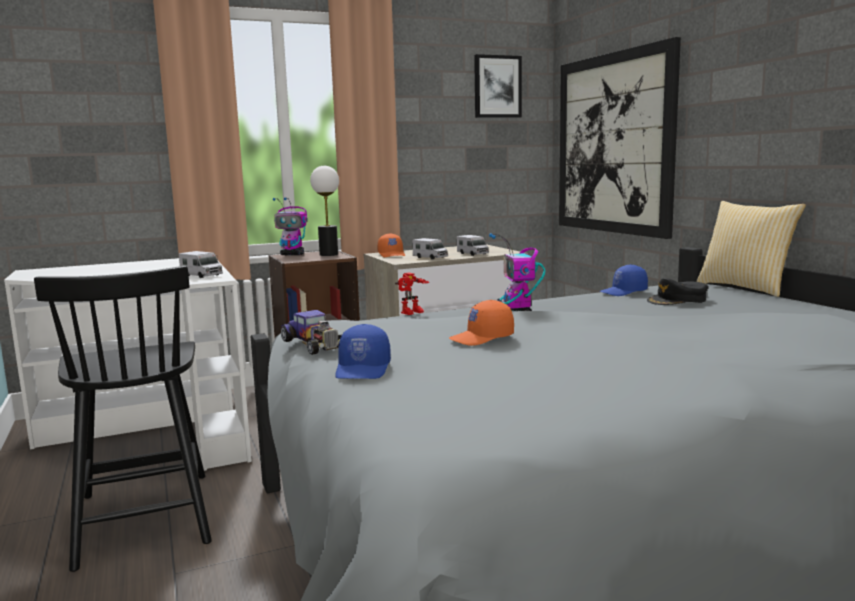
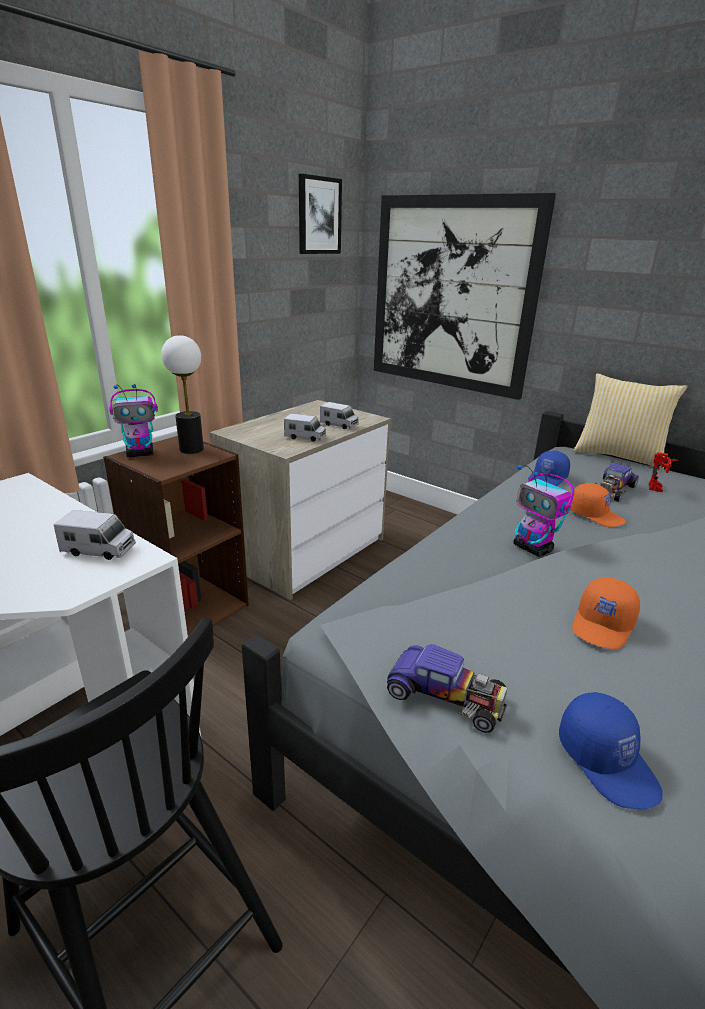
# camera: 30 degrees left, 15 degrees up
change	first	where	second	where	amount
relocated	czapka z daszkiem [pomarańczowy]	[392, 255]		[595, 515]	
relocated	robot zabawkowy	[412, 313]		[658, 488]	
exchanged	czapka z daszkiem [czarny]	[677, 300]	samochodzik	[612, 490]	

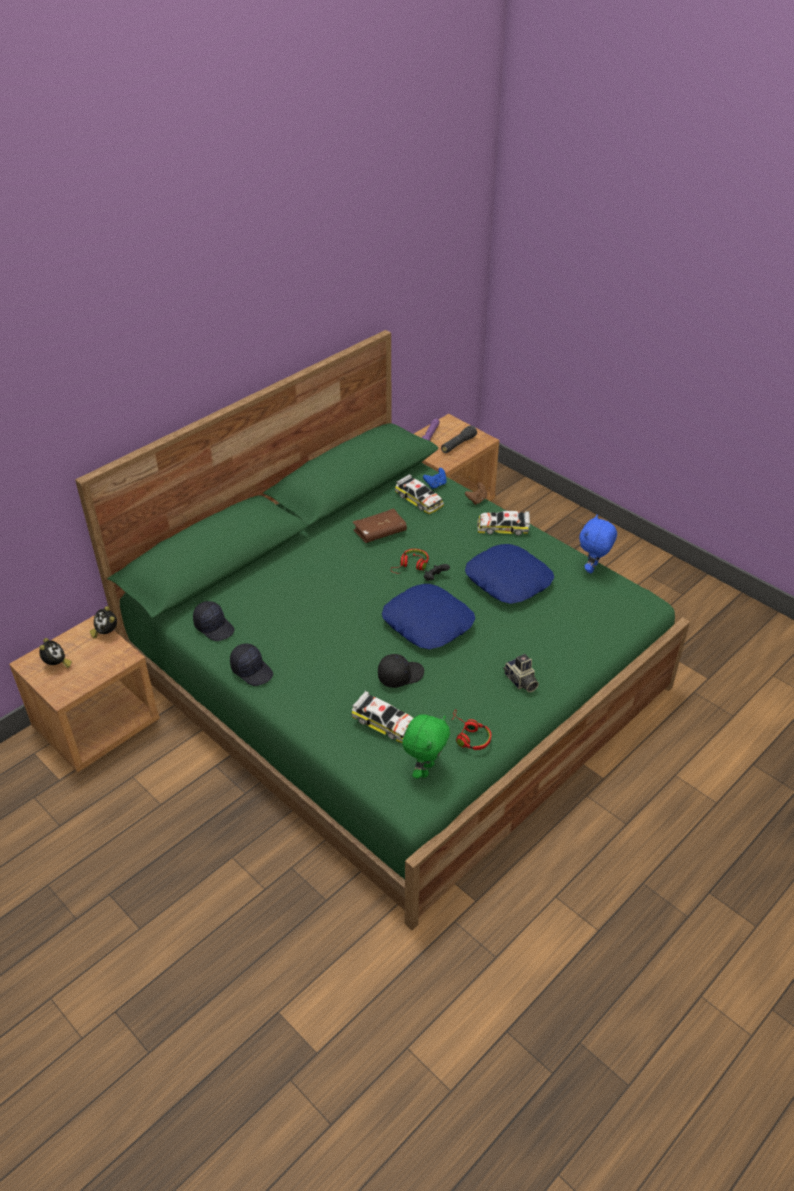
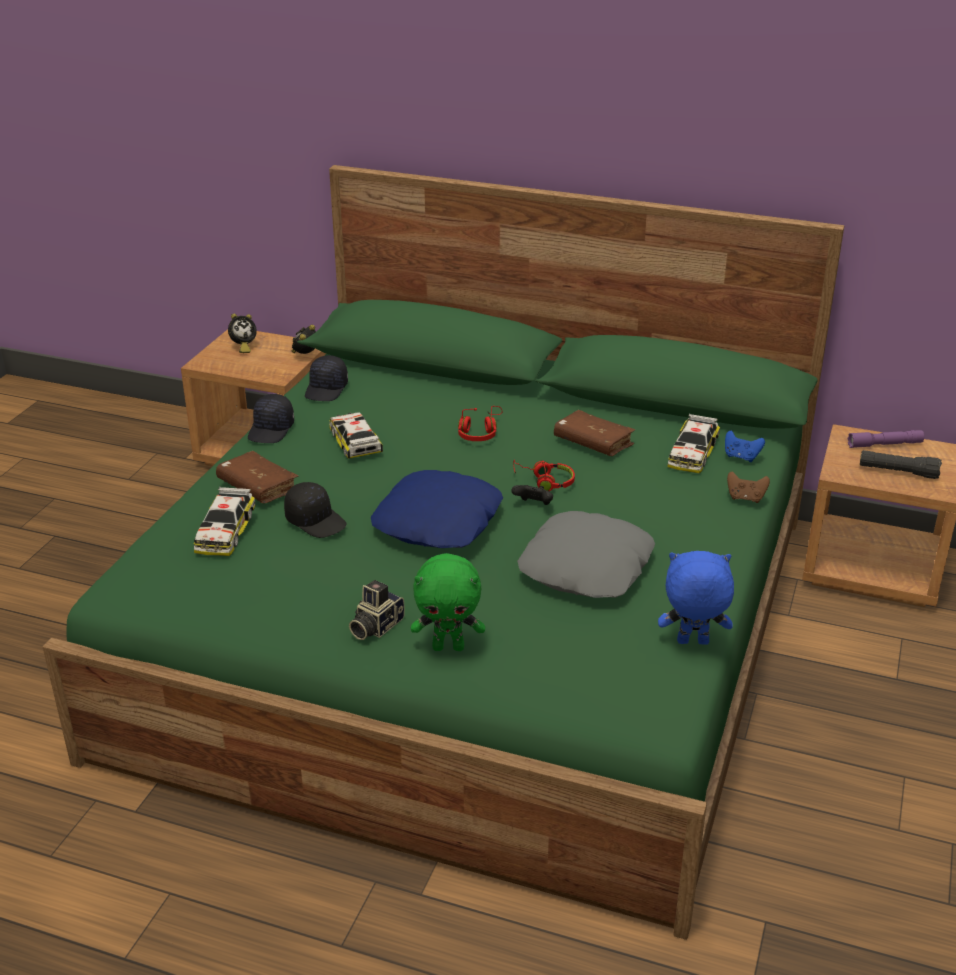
# camera: 65 degrees right, 10 degrees down
change	first	where	second	where	amount
appeared			książka [brązowy]	[258, 487]	
relocated	pluszak [zielony]	[425, 769]		[449, 647]	
relocated	słuchawki [czerwony]	[468, 736]		[480, 432]	
relocated	samochodzik	[503, 527]		[355, 442]	
colour	poduszka [niebieski]	[508, 580]	poduszka [szary]	[587, 567]	

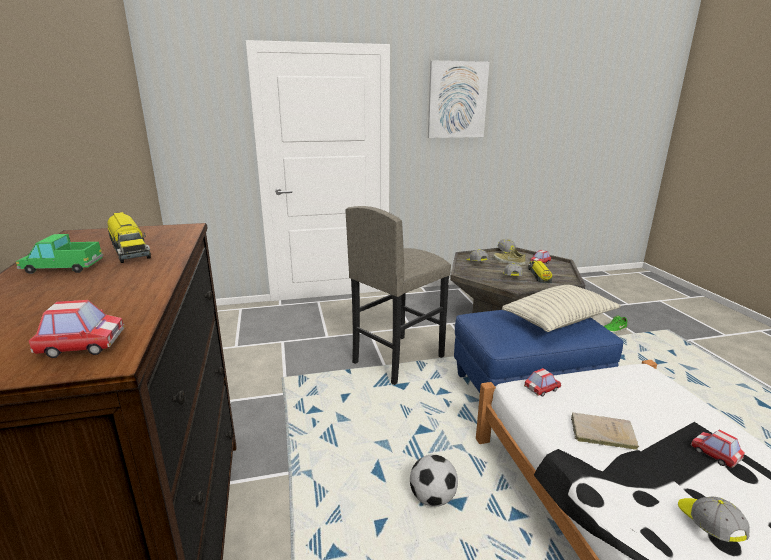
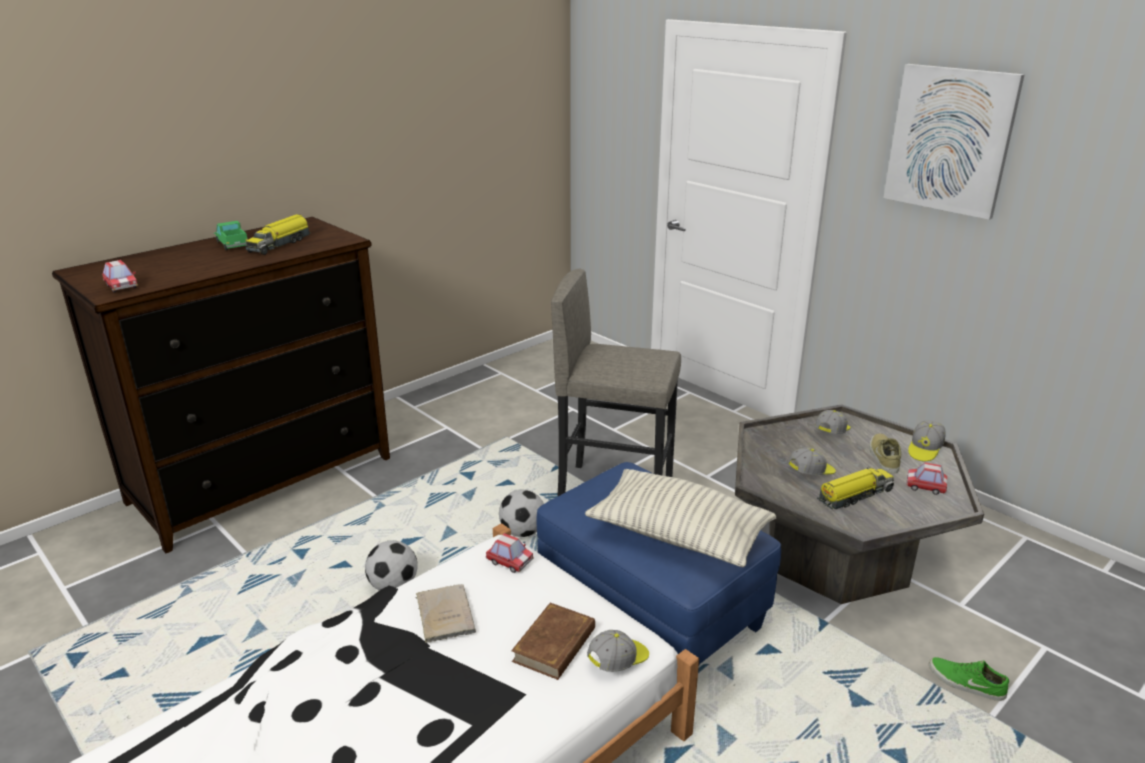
# camera: 60 degrees right, 5 degrees up
change	first	where	second	where	amount
missing	samochodzik	[715, 455]			
appeared			piłka futbolowa	[522, 532]	
appeared			książka [brązowy]	[555, 645]	
relocated	czapka z daszkiem	[708, 525]		[619, 661]	

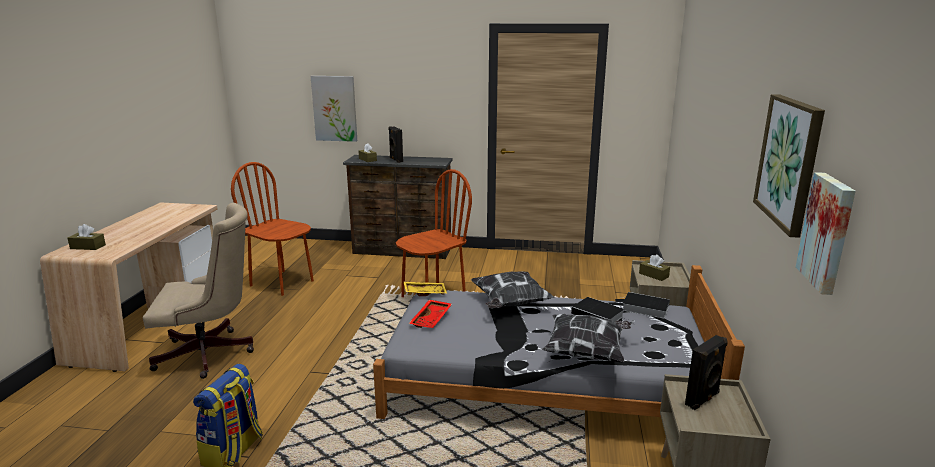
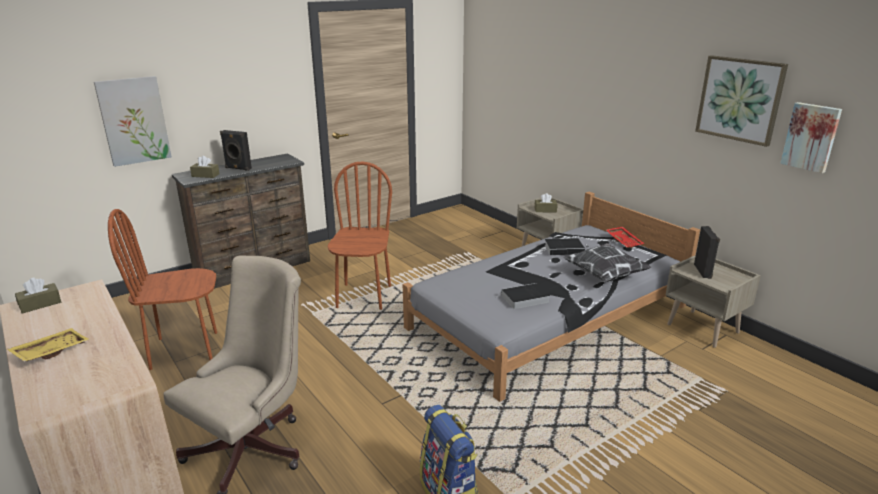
# camera: 45 degrees left, 5 degrees up
change	first	where	second	where	amount
missing	poduszka	[510, 304]			
relocated	pudełko chusteczek [brązowy]	[88, 247]		[40, 304]	
relocated	taca [żółty]	[425, 292]		[51, 351]	
relocated	taca [czerwony]	[432, 319]		[624, 241]	
relocated	książka	[643, 308]		[524, 299]	

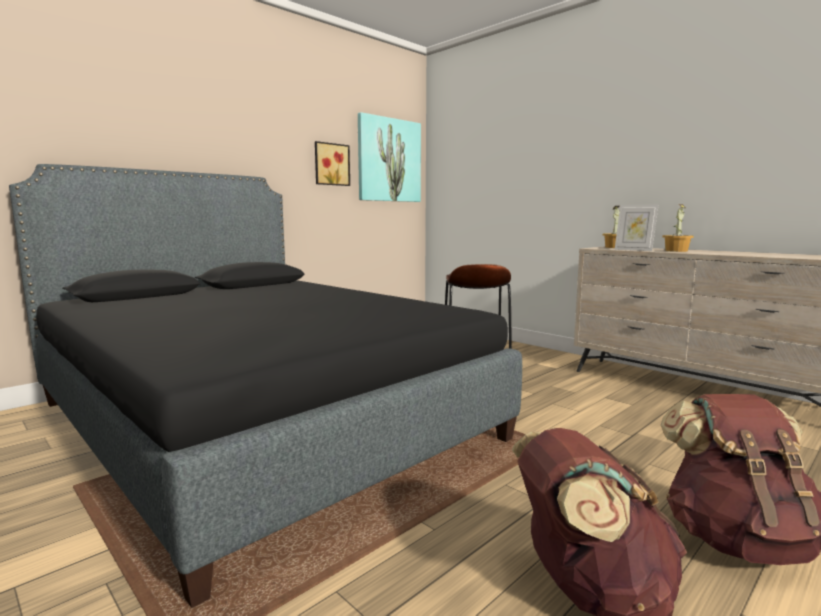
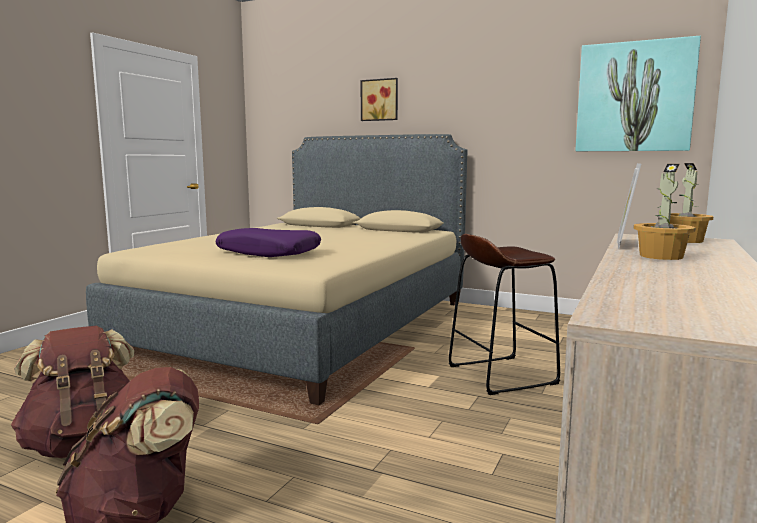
# camera: 70 degrees right, 0 degrees up
change	first	where	second	where	amount
appeared			poduszka [fioletowy]	[269, 253]	
relocated	obraz	[331, 164]		[380, 100]	
colour	łóżko [czarny]	[257, 420]	łóżko [beżowy]	[307, 326]	

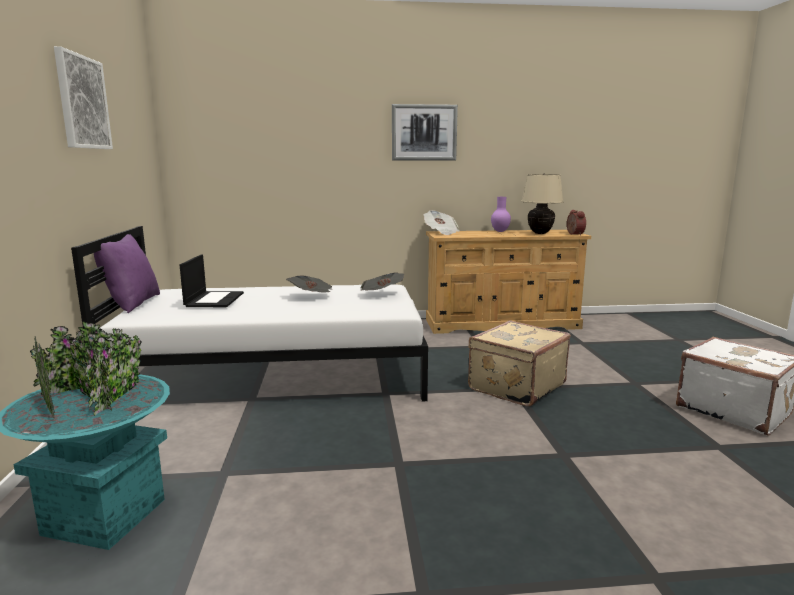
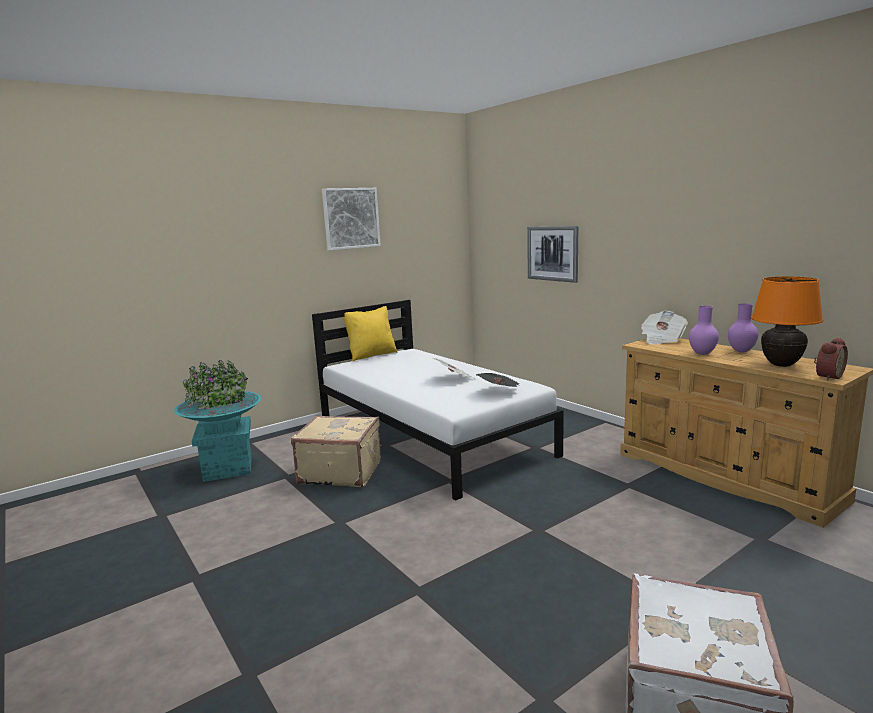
# camera: 60 degrees right, 0 degrees up
change	first	where	second	where	amount
missing	laptop	[214, 299]			
appeared			wazon [fioletowy]	[702, 353]	
relocated	obraz	[424, 132]		[552, 253]	
relocated	walizka [beżowy]	[515, 386]		[341, 472]	
colour	poduszka [fioletowy]	[131, 304]	poduszka [żółty]	[371, 355]	
colour	lampa stołowa [beżowy]	[540, 233]	lampa stołowa [pomarańczowy]	[781, 364]	

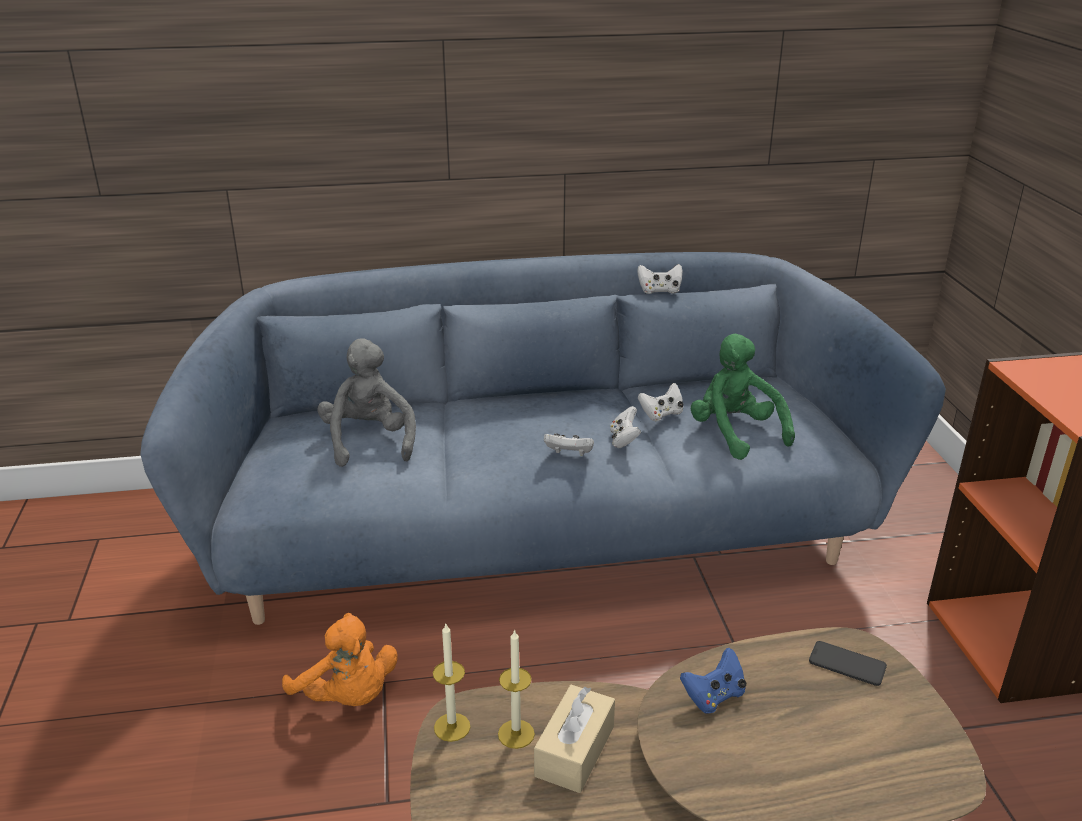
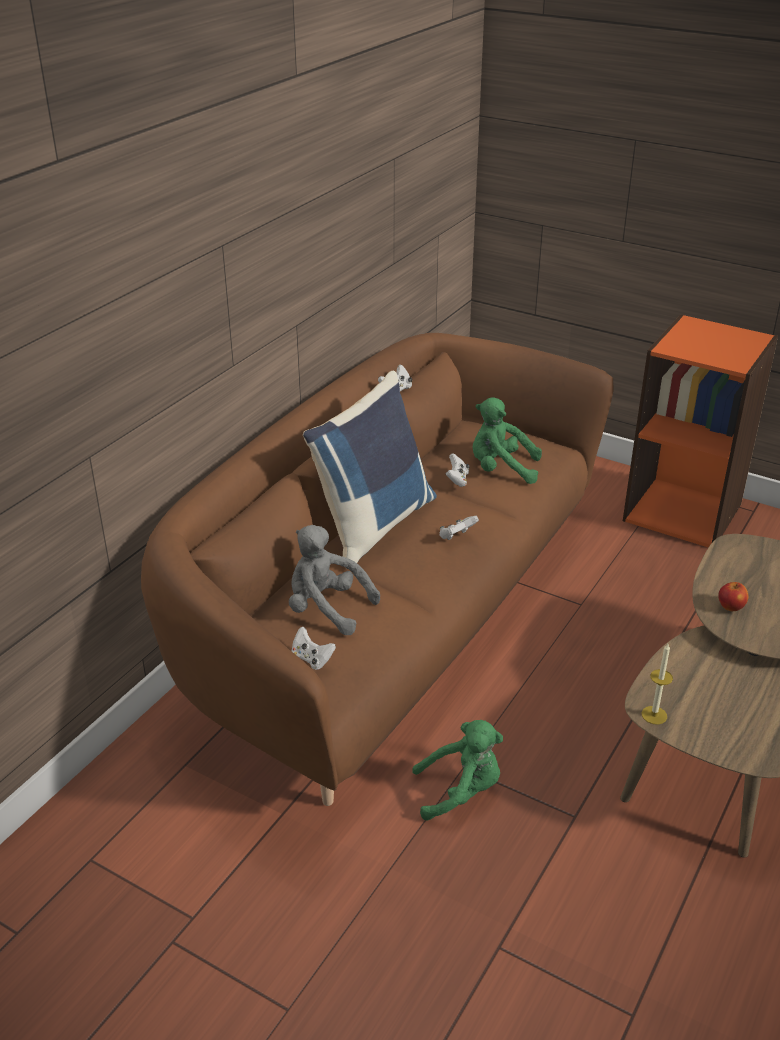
# camera: 50 degrees left, 5 degrees up
change	first	where	second	where	amount
missing	świeca	[516, 734]			
missing	pudełko chusteczek [beżowy]	[575, 751]			
missing	telefon	[847, 664]			
appeared			poduszka [niebieski]	[373, 524]	
relocated	pad do gier [biały]	[624, 440]		[312, 659]	
exchanged	pad do gier [niebieski]	[714, 696]	jabłko	[730, 607]	
colour	kanapa [niebieski]	[541, 534]	kanapa [brązowy]	[392, 619]	
colour	pluszak [pomarańczowy]	[348, 697]	pluszak [zielony]	[461, 791]	

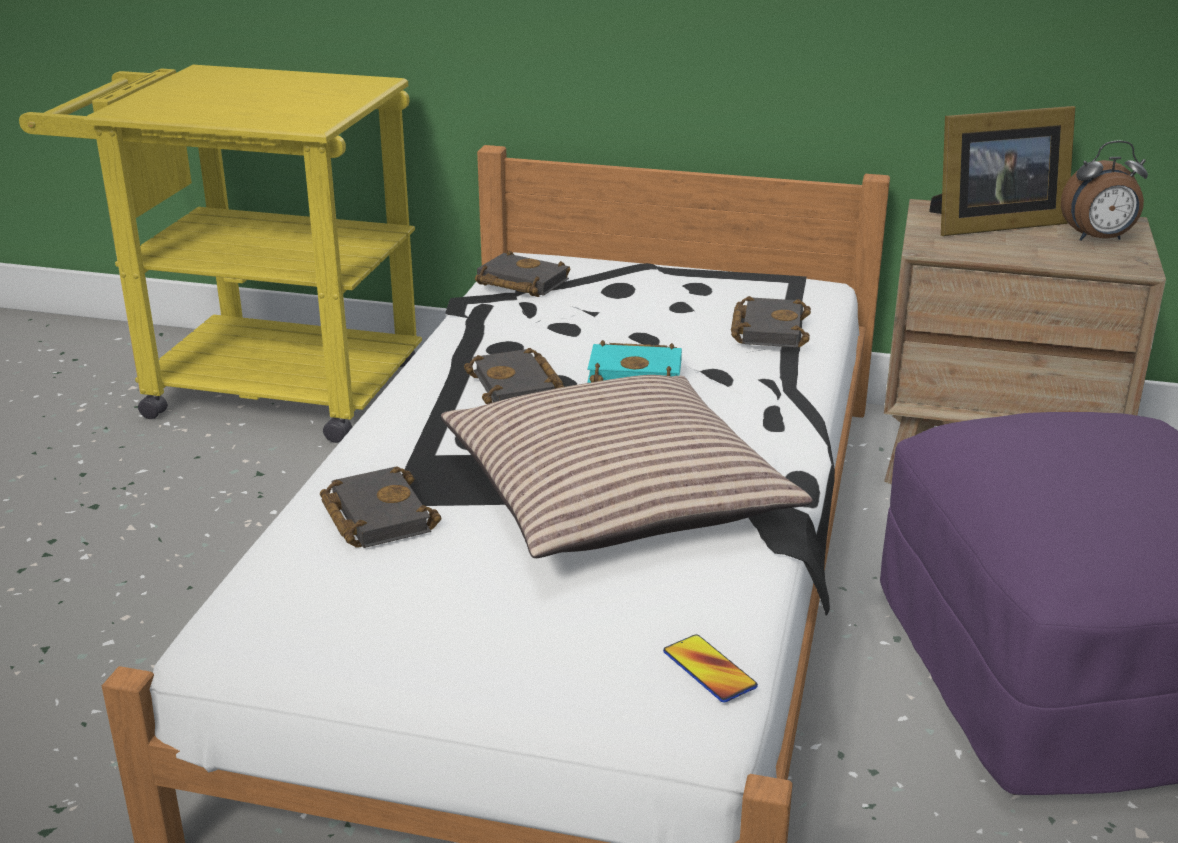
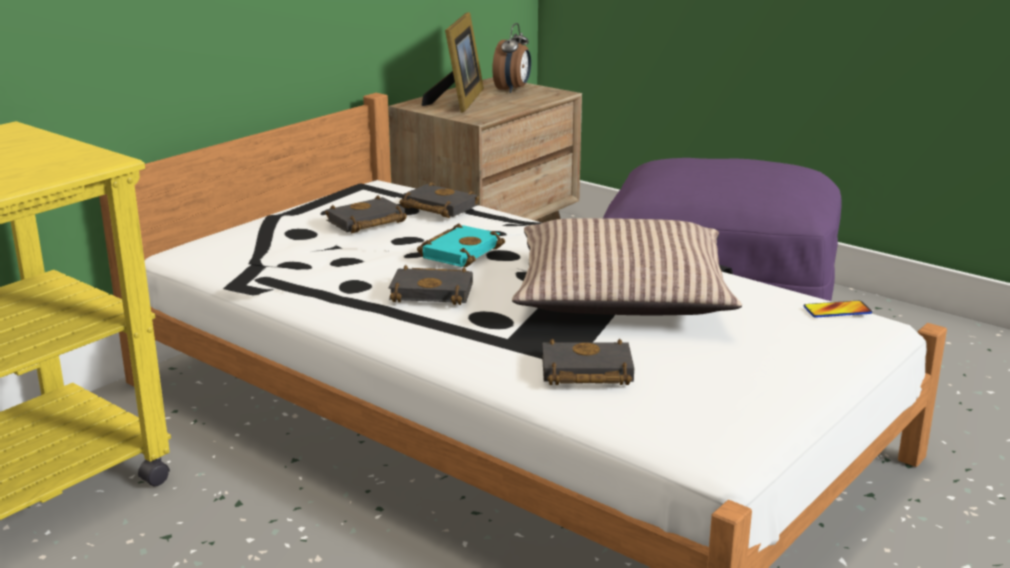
# camera: 65 degrees left, 5 degrees down
change	first	where	second	where	amount
relocated	książka [czarny]	[519, 282]		[365, 222]	

